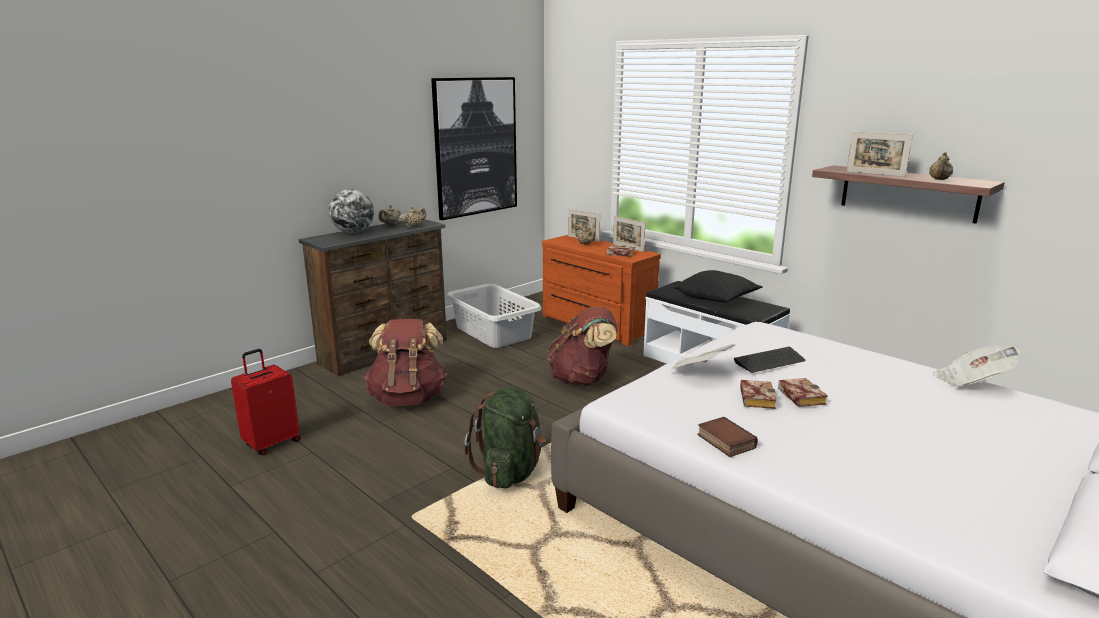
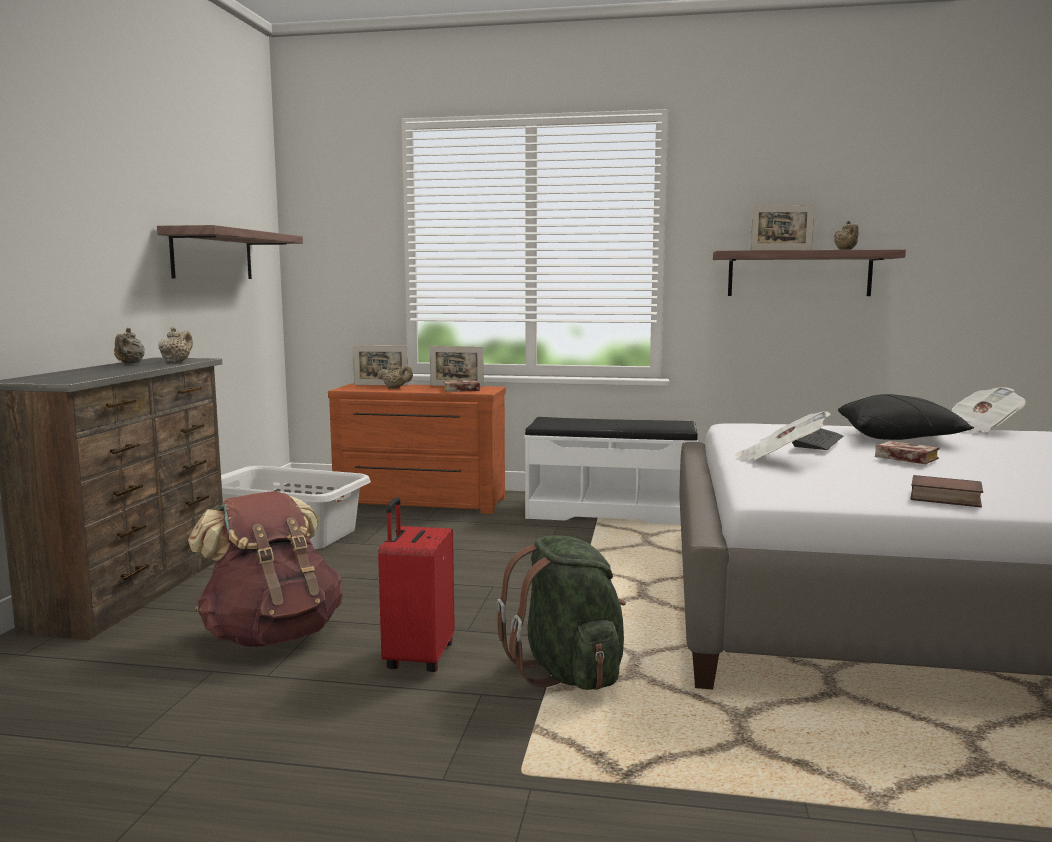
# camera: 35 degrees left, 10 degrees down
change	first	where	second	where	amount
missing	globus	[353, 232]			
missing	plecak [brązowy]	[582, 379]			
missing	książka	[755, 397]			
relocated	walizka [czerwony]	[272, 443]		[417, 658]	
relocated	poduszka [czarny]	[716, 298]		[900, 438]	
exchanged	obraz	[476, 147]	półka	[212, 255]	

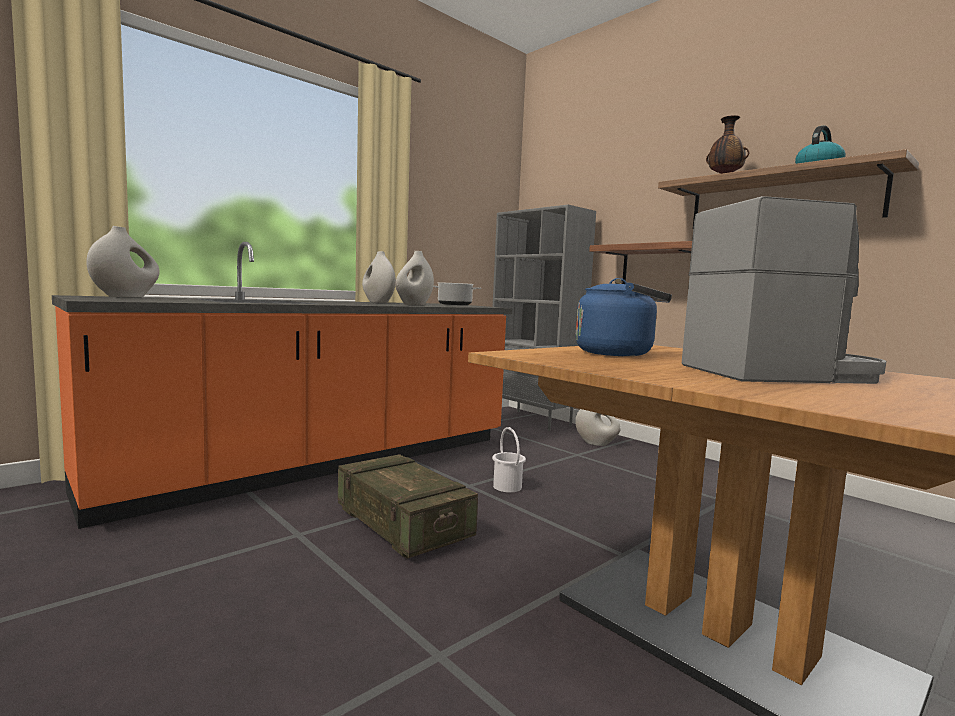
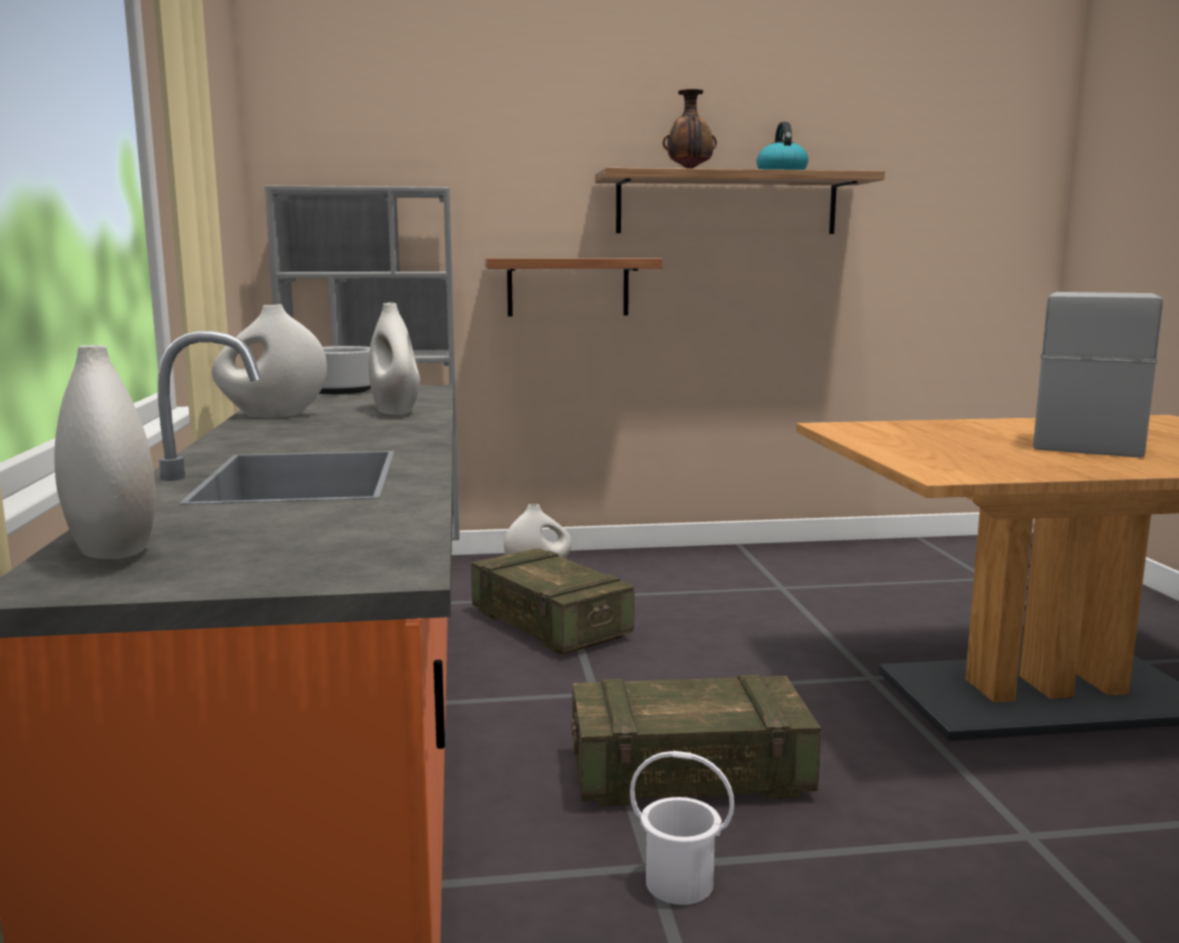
# camera: 55 degrees left, 5 degrees up
change	first	where	second	where	amount
missing	czajnik [niebieski]	[618, 354]			
appeared			skrzynka	[550, 625]	
relocated	wiadro [biały]	[507, 486]		[679, 882]	

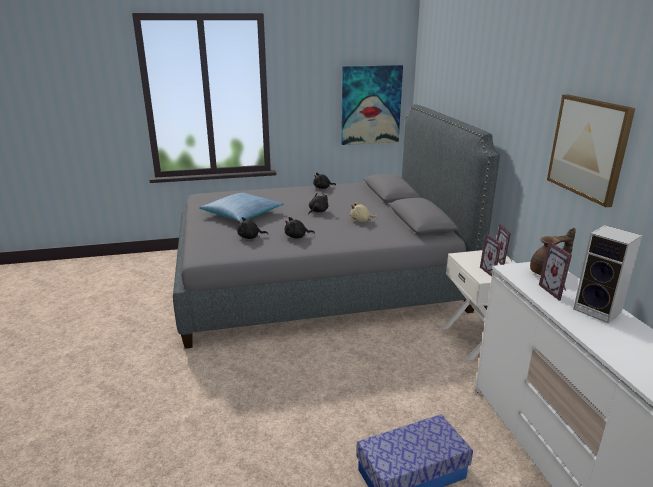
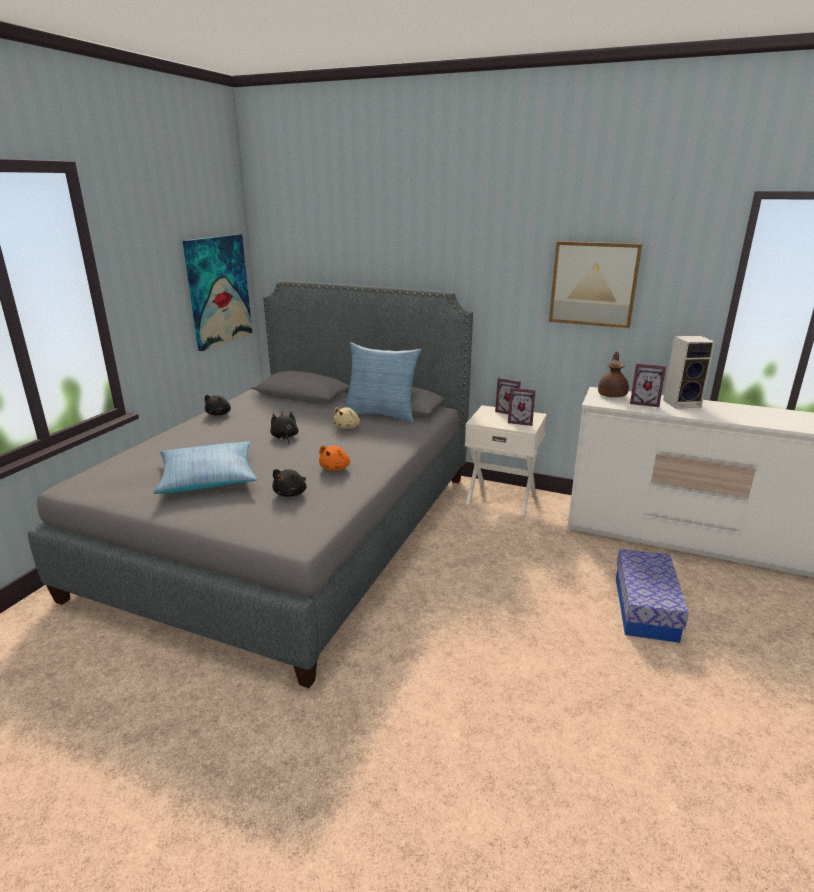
# camera: 55 degrees left, 0 degrees up
change	first	where	second	where	amount
appeared			poduszka	[381, 414]	
colour	pluszak [czarny]	[297, 237]	pluszak [pomarańczowy]	[336, 468]	

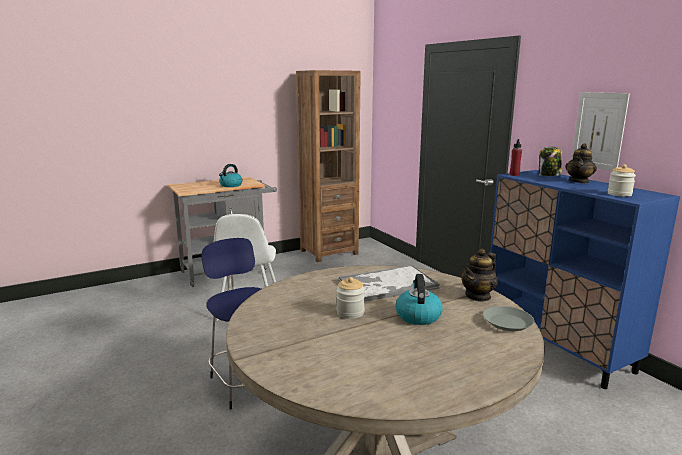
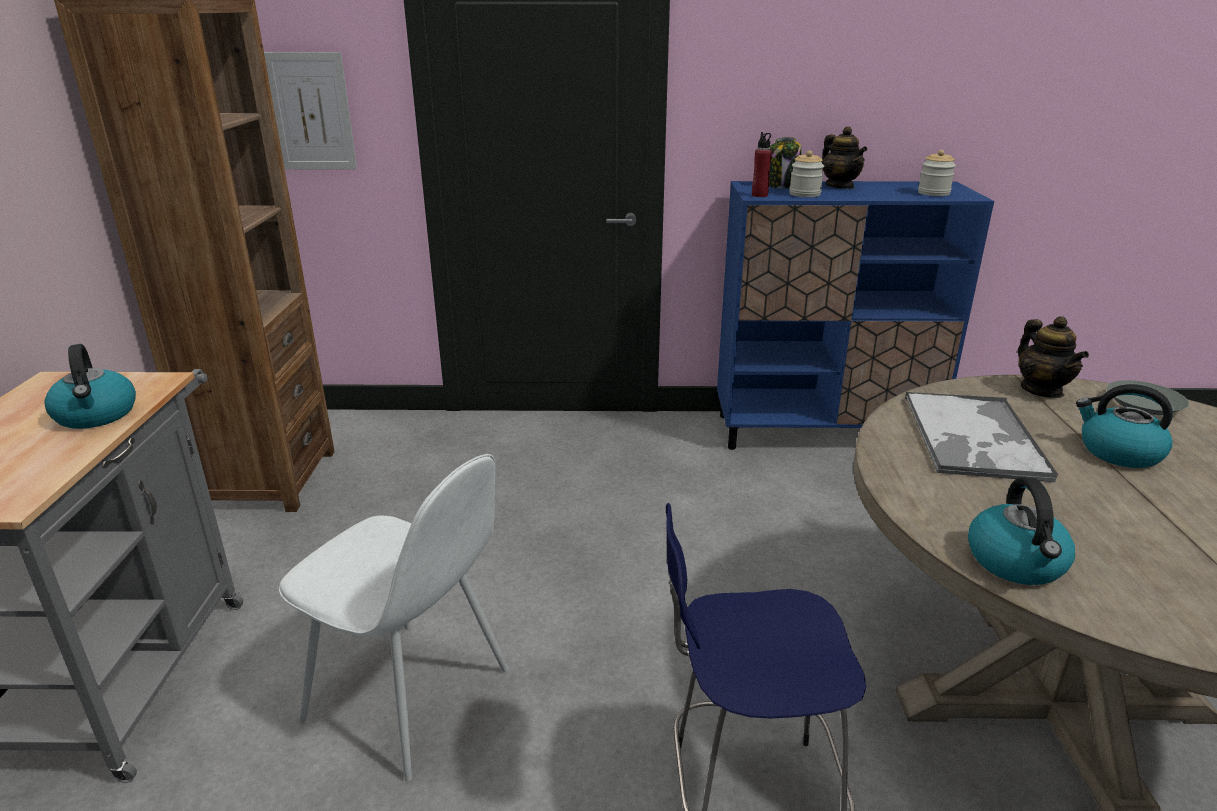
# camera: 60 degrees left, 10 degrees up
change	first	where	second	where	amount
appeared			czajnik	[1016, 563]	
relocated	słoik	[350, 312]		[804, 194]	
relocated	obraz	[599, 130]		[312, 112]	

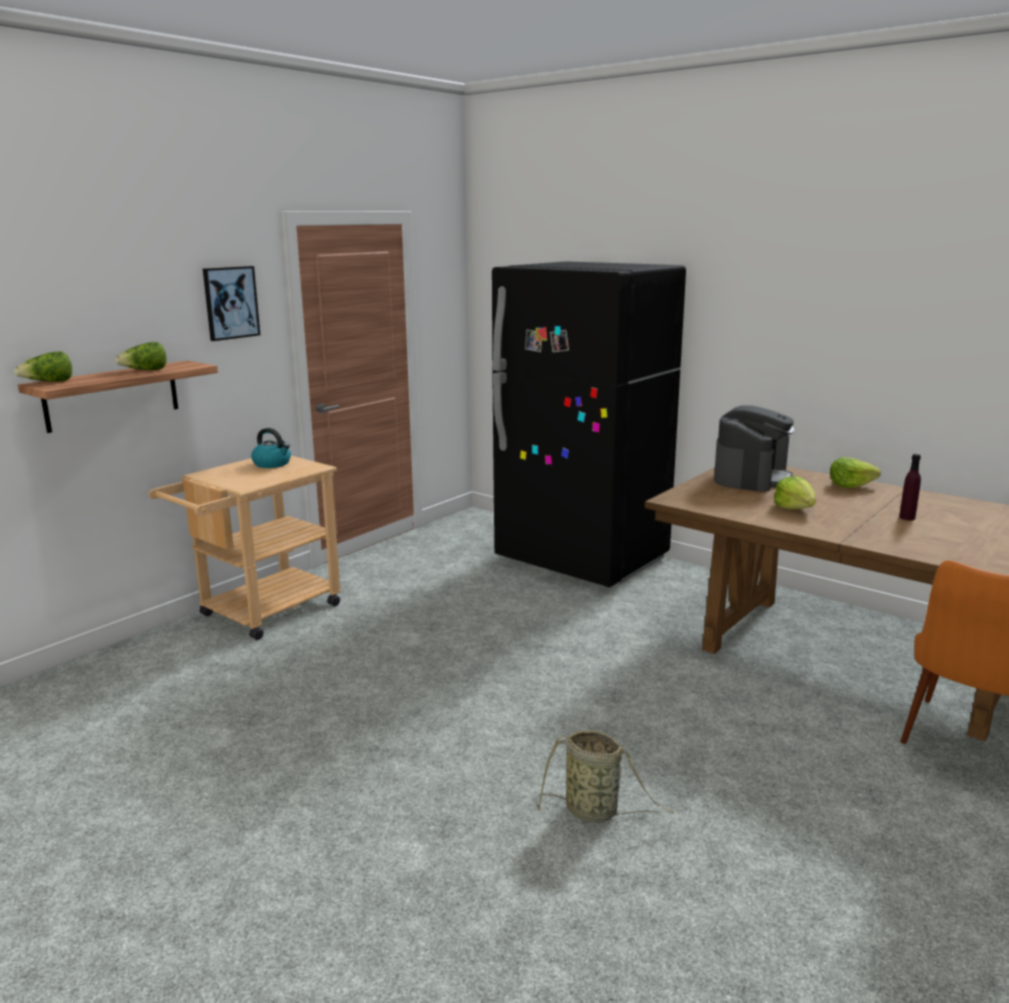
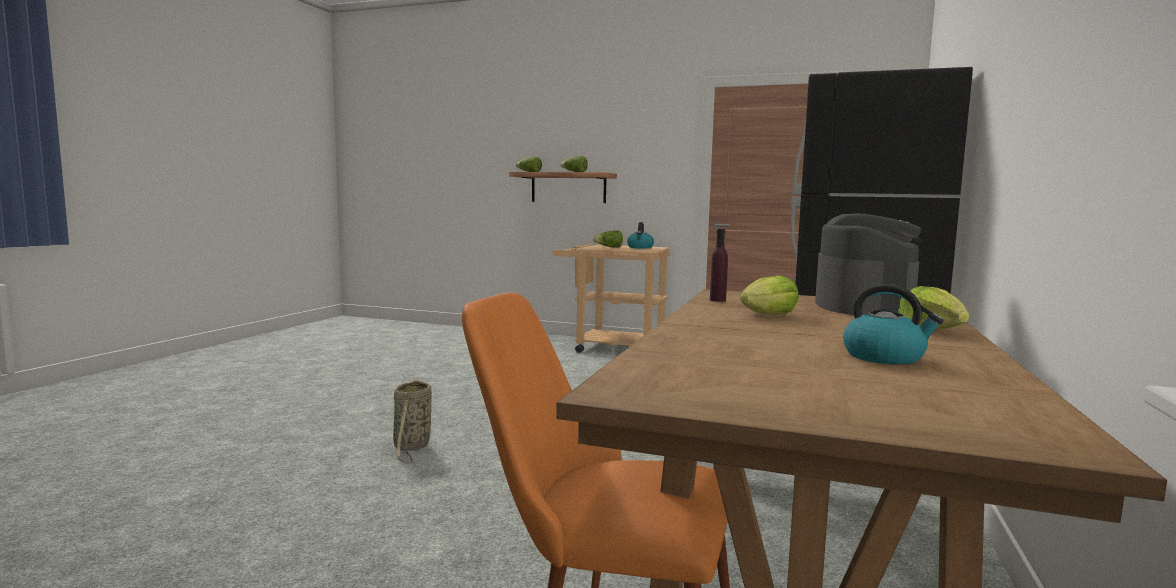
# camera: 70 degrees right, 10 degrees down
change	first	where	second	where	amount
missing	obraz	[230, 302]			
appeared			sałata	[609, 247]	
appeared			czajnik	[885, 357]	
relocated	butelka [fioletowy]	[907, 518]		[717, 300]	
spun	ekspres do kawy	[751, 477]		[863, 306]	90 degrees counterclockwise

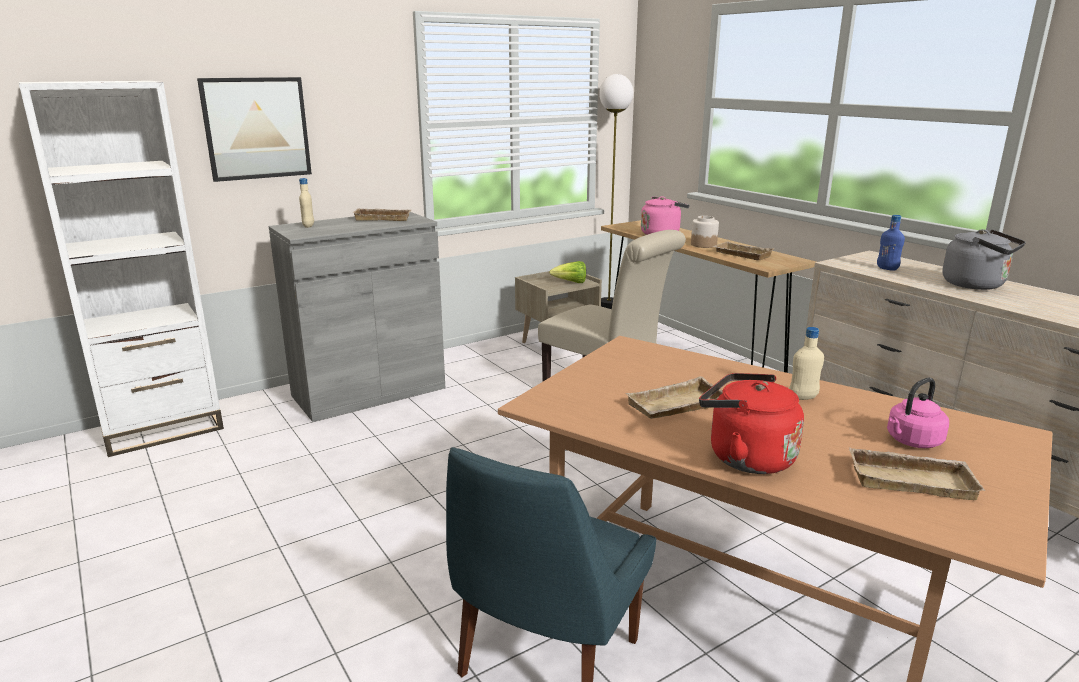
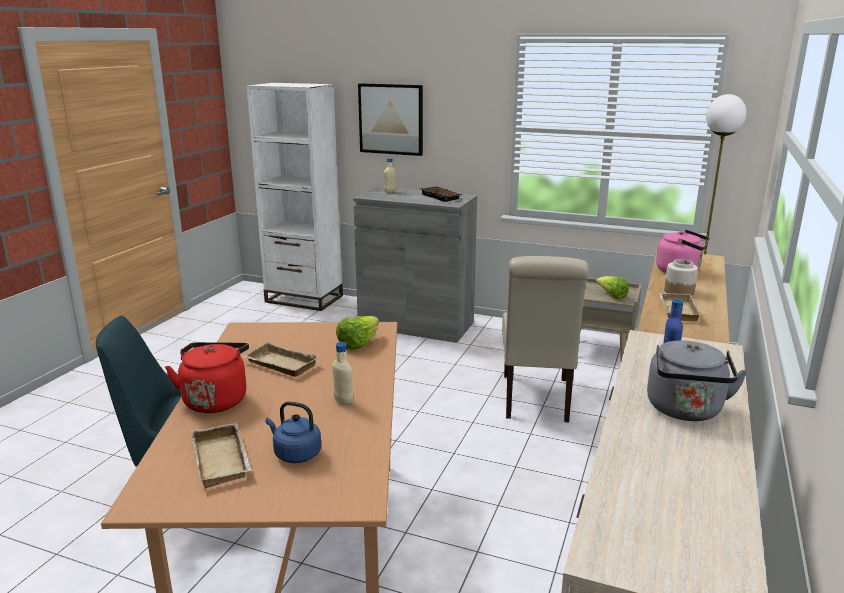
# camera: 55 degrees right, 0 degrees up
change	first	where	second	where	amount
appeared			sałata	[358, 344]	
colour	taca [beżowy]	[384, 218]	taca [czarny]	[442, 197]	
colour	czajnik [różowy]	[912, 441]	czajnik [niebieski]	[295, 454]	

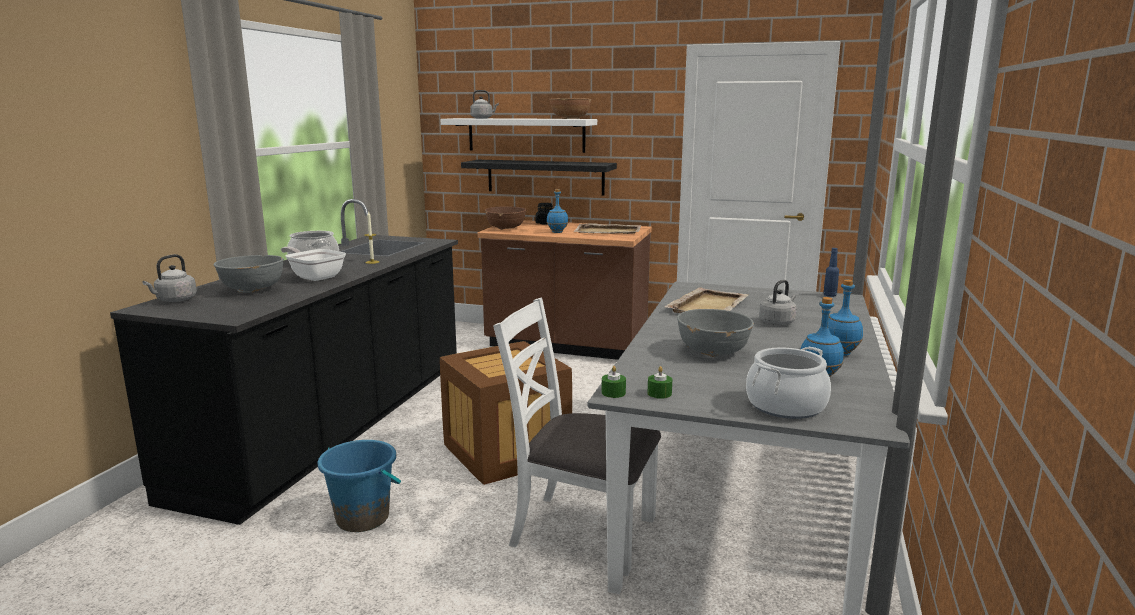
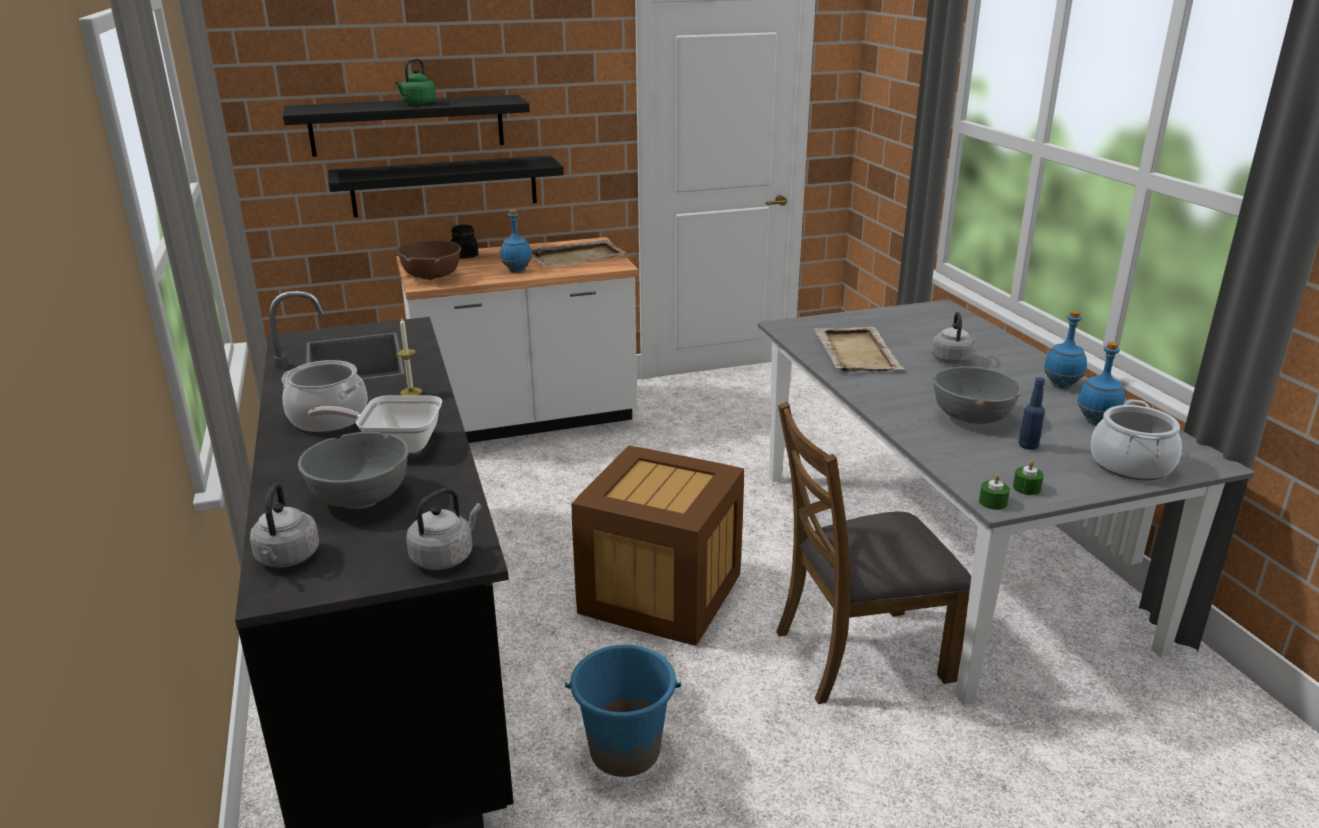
# camera: 35 degrees left, 10 degrees up
change	first	where	second	where	amount
missing	miska [brązowy]	[570, 118]			
appeared			czajnik [zielony]	[417, 104]	
relocated	czajnik [szary]	[483, 118]		[445, 557]	
relocated	butelka [niebieski]	[829, 295]		[1028, 446]	
colour	półka [biały]	[526, 135]	półka [czarny]	[407, 125]	
colour	zabudowa kuchenna [brązowy]	[566, 346]	zabudowa kuchenna [biały]	[526, 420]	
colour	krzesło [biały]	[581, 531]	krzesło [brązowy]	[860, 654]	

